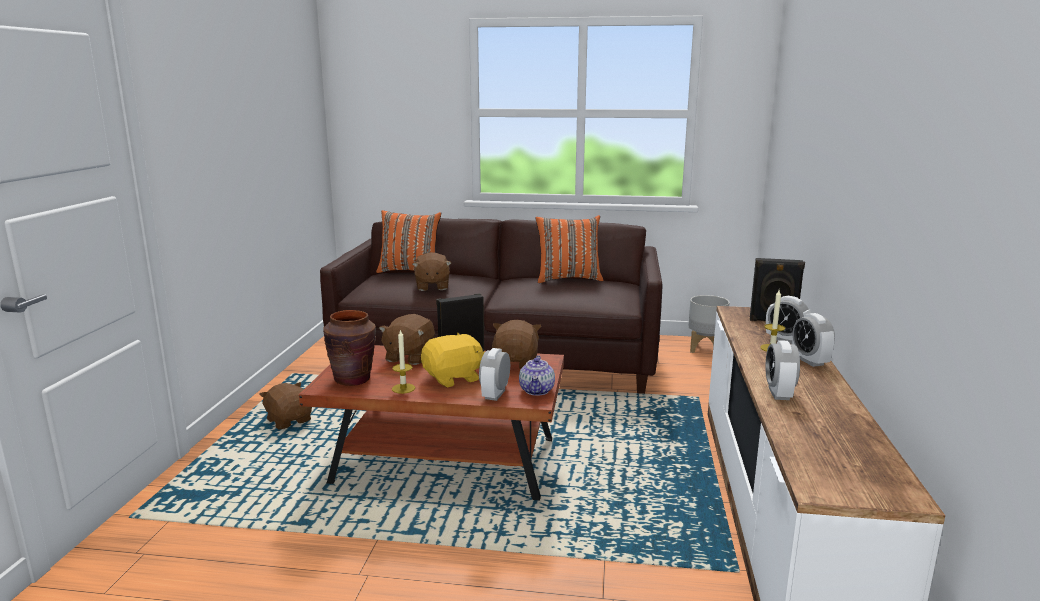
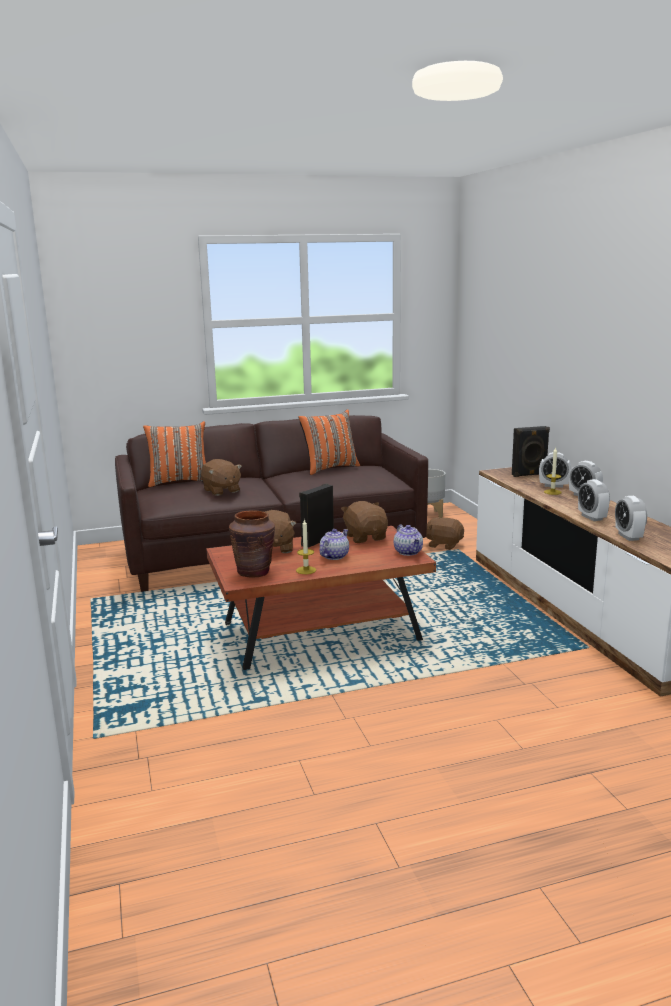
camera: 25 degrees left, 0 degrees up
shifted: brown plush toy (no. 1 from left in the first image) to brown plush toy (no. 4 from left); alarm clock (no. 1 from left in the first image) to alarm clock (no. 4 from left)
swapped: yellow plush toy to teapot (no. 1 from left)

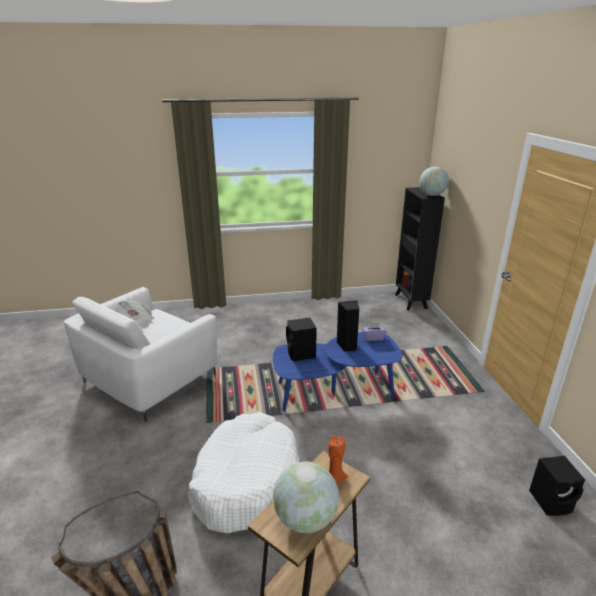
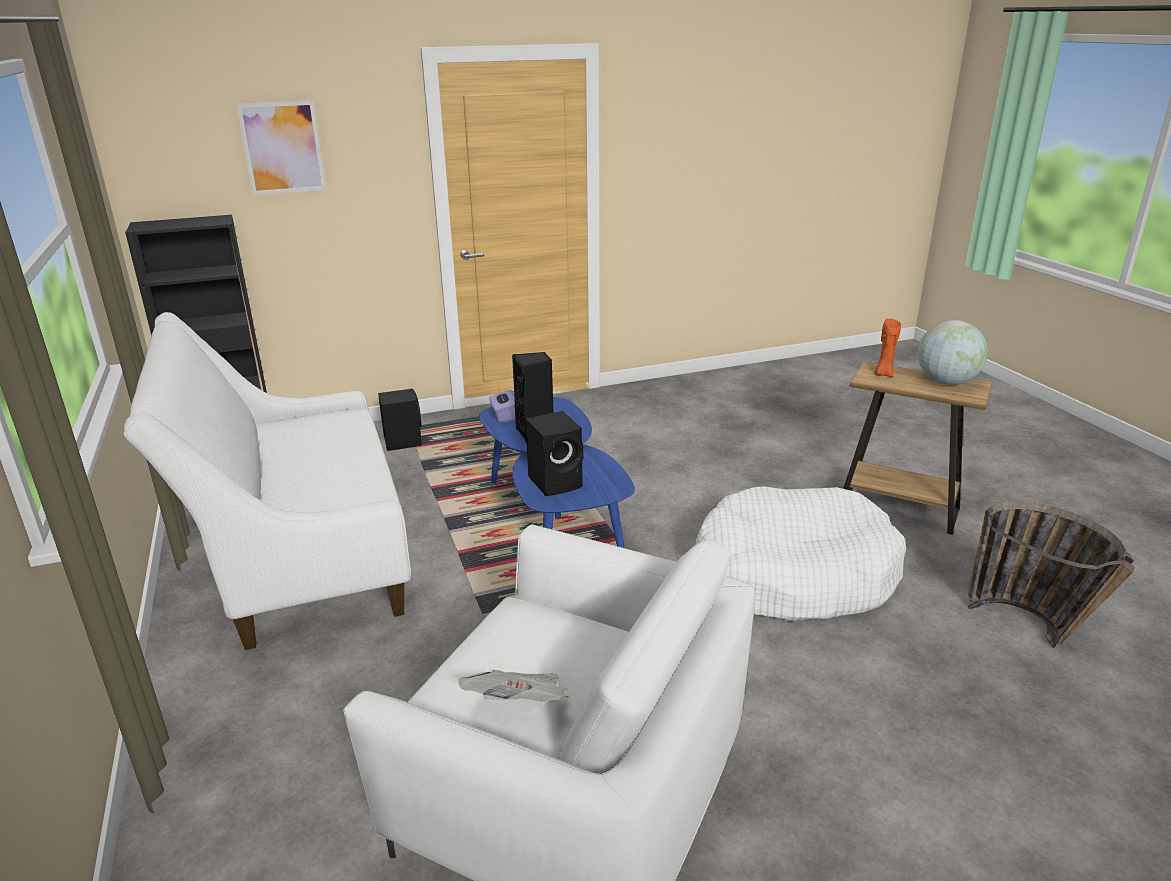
camera: 100 degrees left, 0 degrees up
gone: globe (no. 2 from left)
new: white sofa; picture
shifted: black speaker (no. 3 from left in the first image) to black speaker (no. 1 from left)

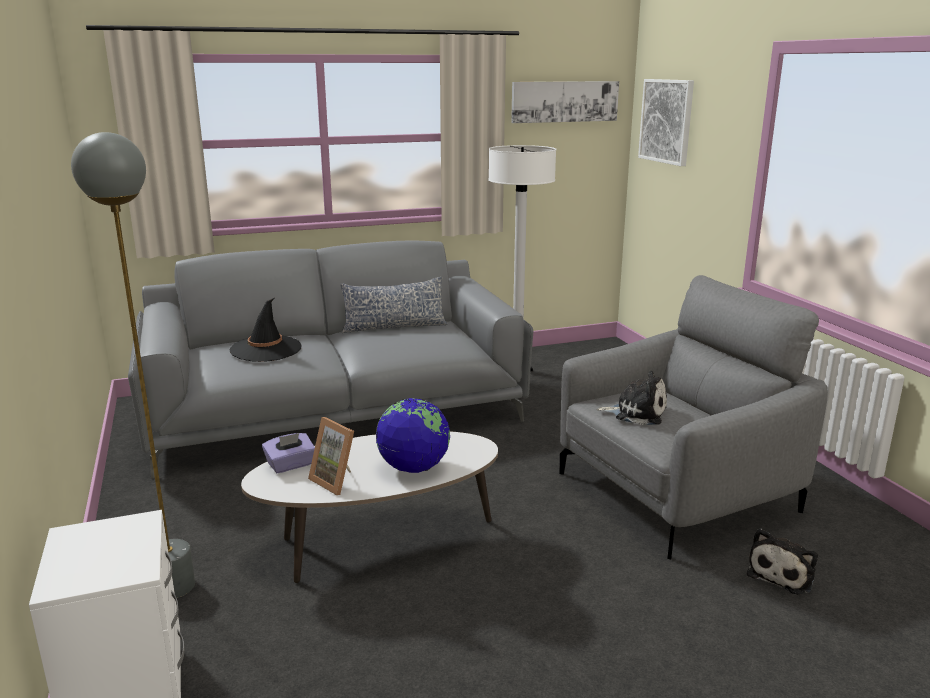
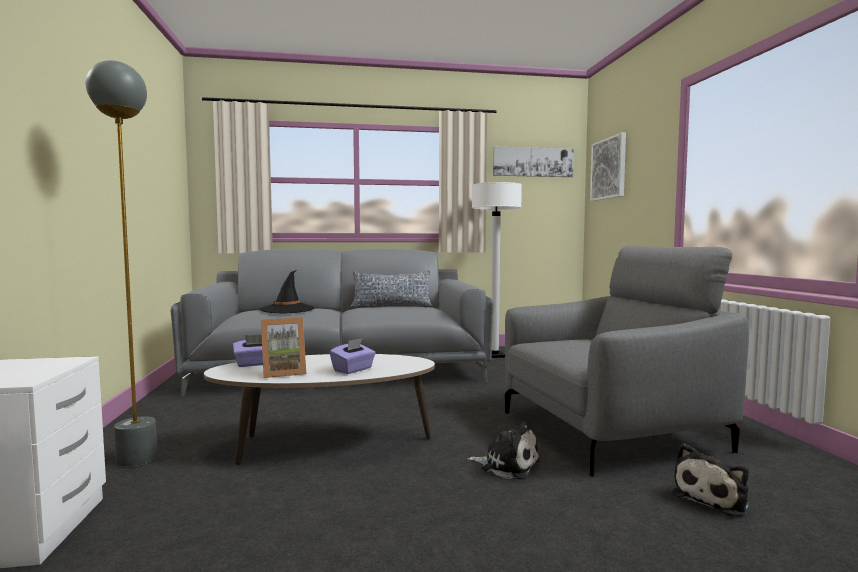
camera: 10 degrees right, 15 degrees down
shifted: plush toy (no. 1 from left)
swapped: globe to purple tissue box (no. 2 from left)
rotated: picture frame 75 degrees counterclockwise

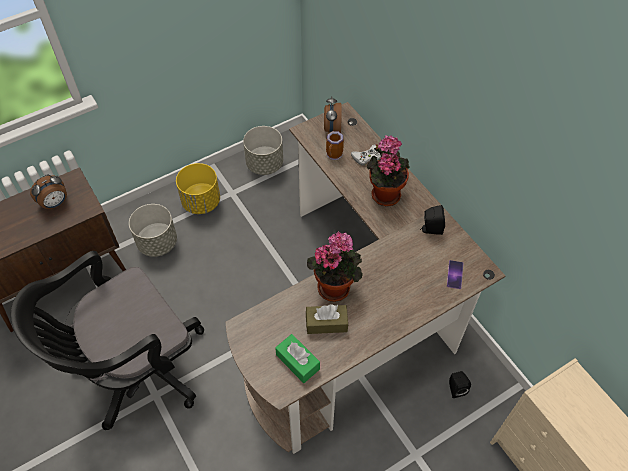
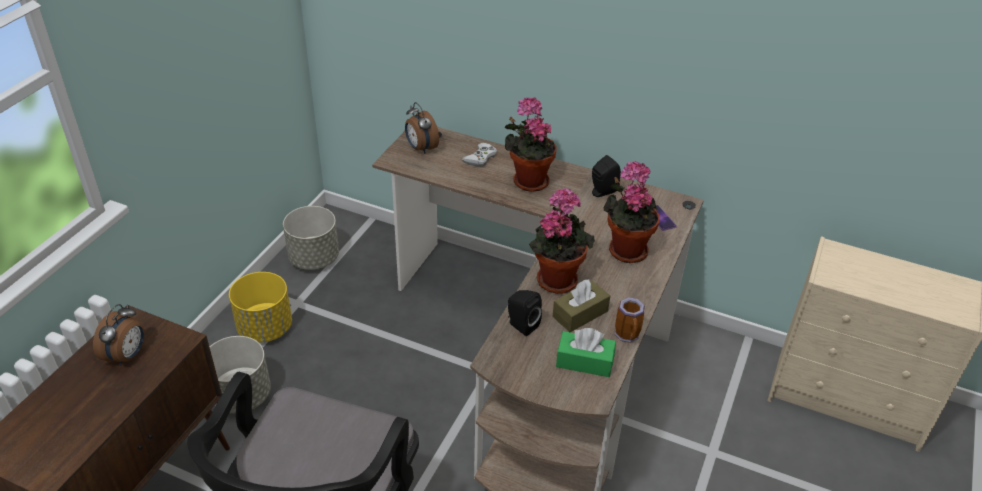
camera: 35 degrees left, 15 degrees down
new: potted plant (no. 3 from left)
shifted: mug; black speaker (no. 2 from left in the first image) to black speaker (no. 1 from left)

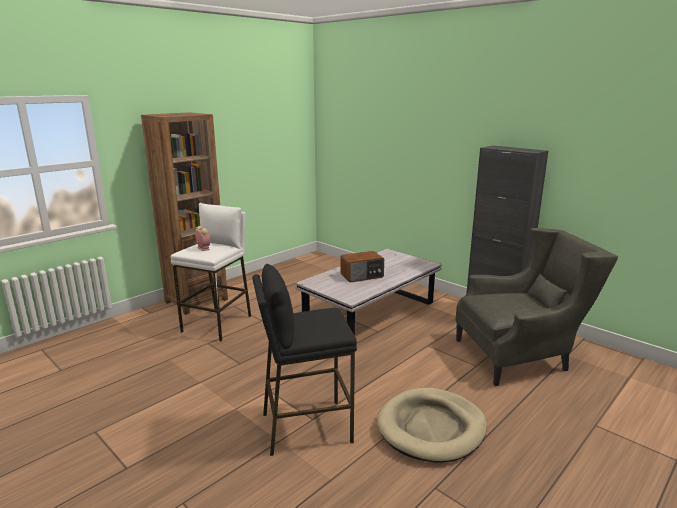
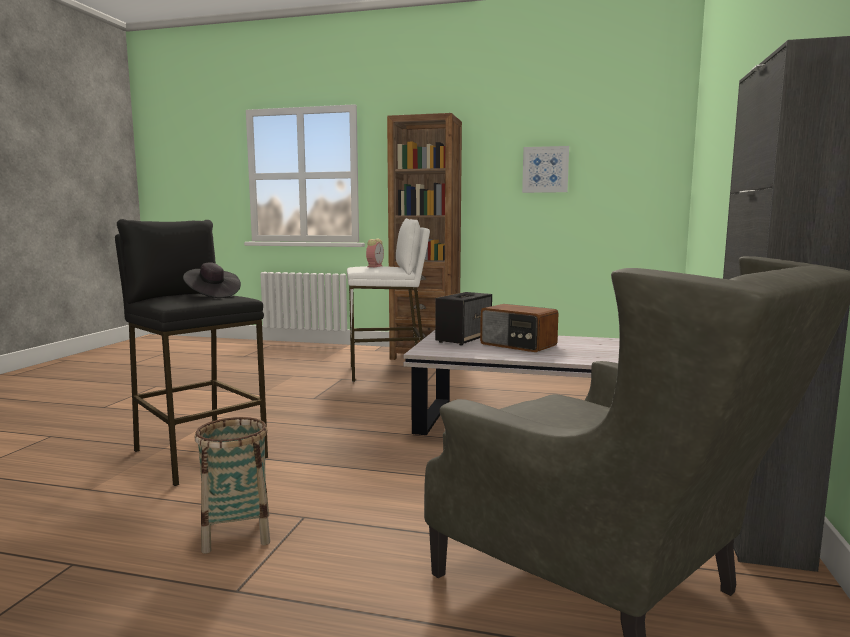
camera: 60 degrees right, 10 degrees down
new: black hat; speaker; picture
swapped: beige dog bed to basket

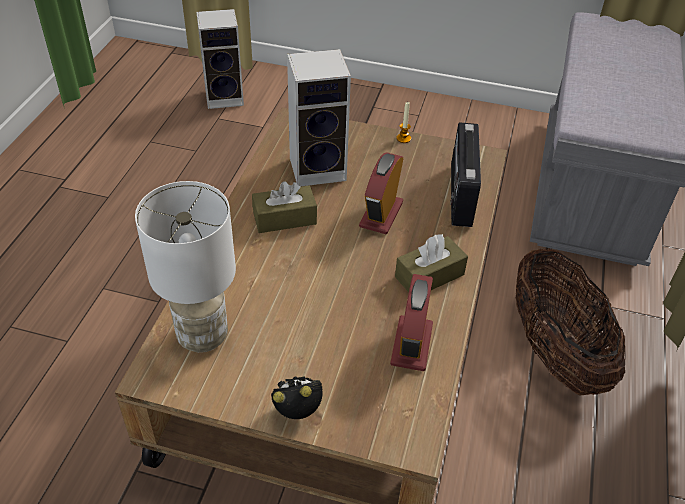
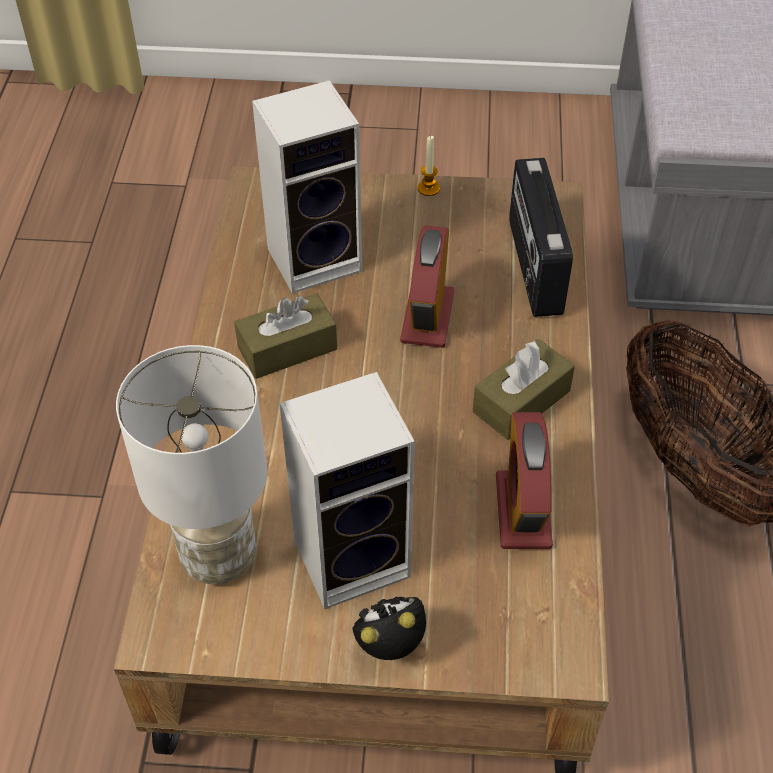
camera: 10 degrees left, 5 degrees up
shifted: speaker (no. 1 from left in the first image) to speaker (no. 2 from left)

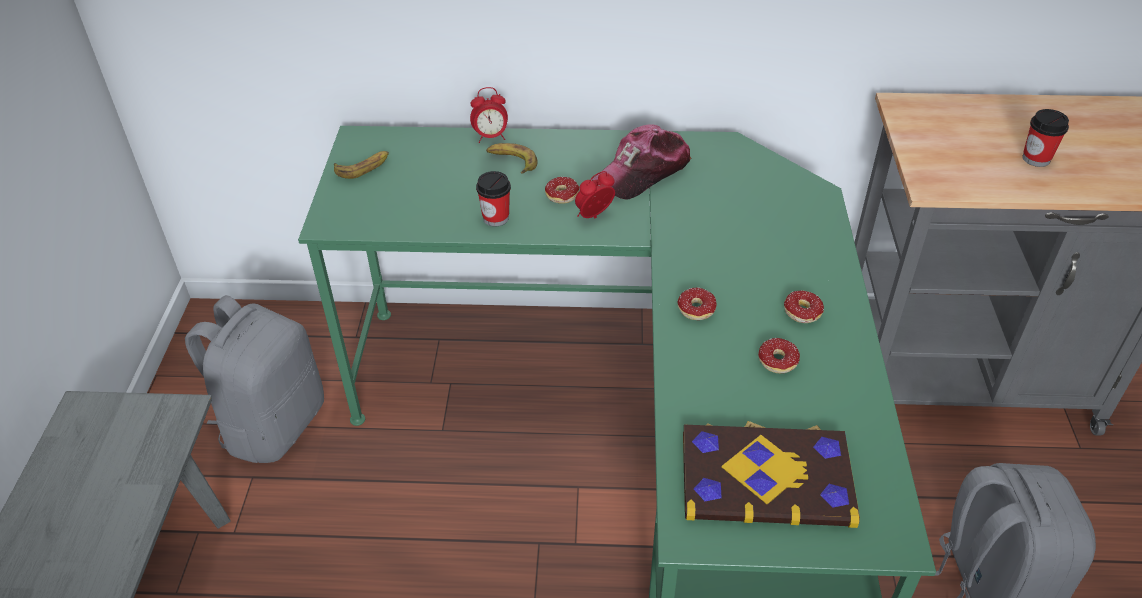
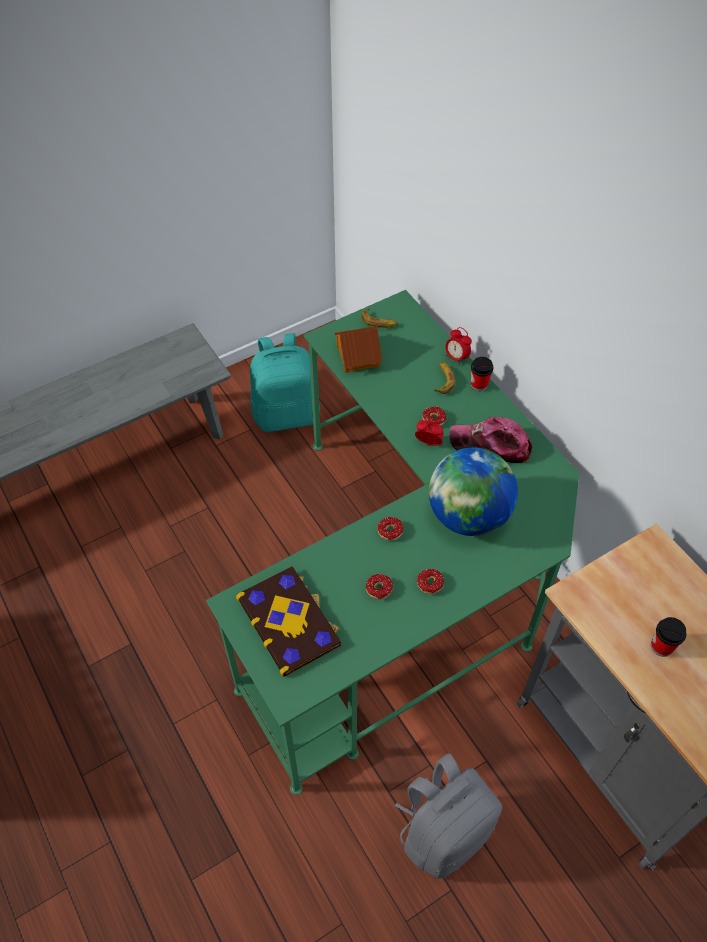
camera: 55 degrees right, 10 degrees up
new: toy house; globe
shifted: cup (no. 1 from left)
repainted: grey backpack (no. 1 from left) to turquoise backpack

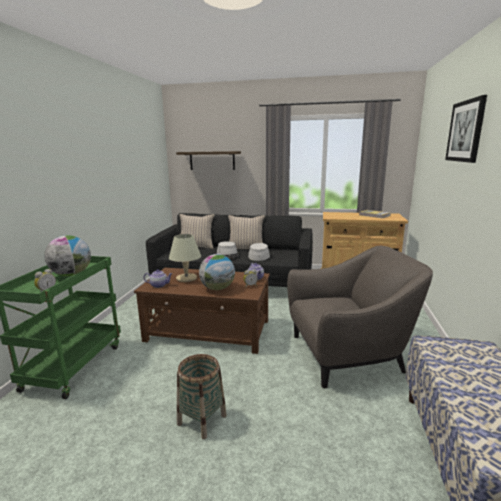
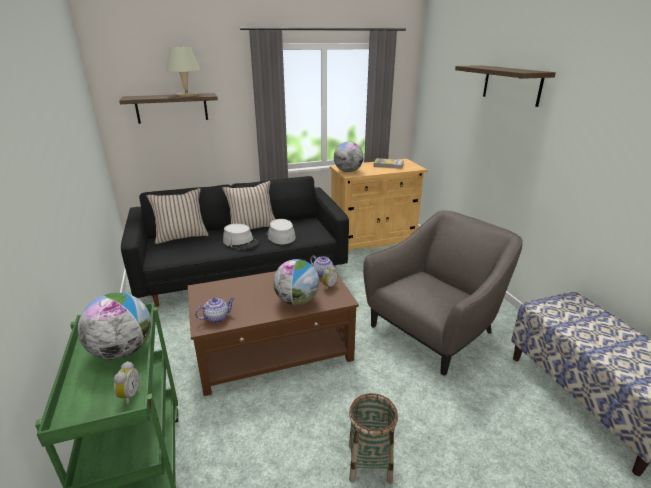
camera: 30 degrees left, 10 degrees up
new: globe (no. 3 from left)
shifted: beige table lamp
swapped: picture to shelf (no. 2 from left)

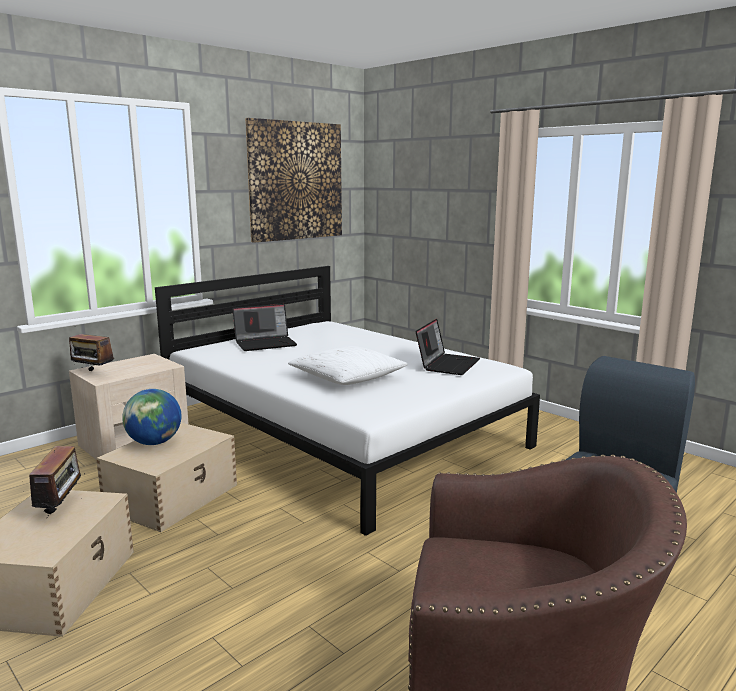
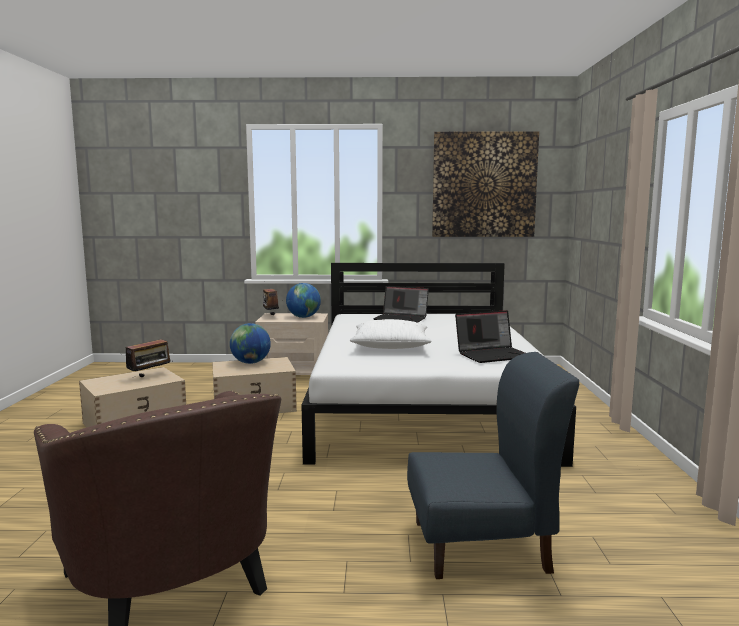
camera: 45 degrees right, 5 degrees down
new: globe (no. 2 from left)

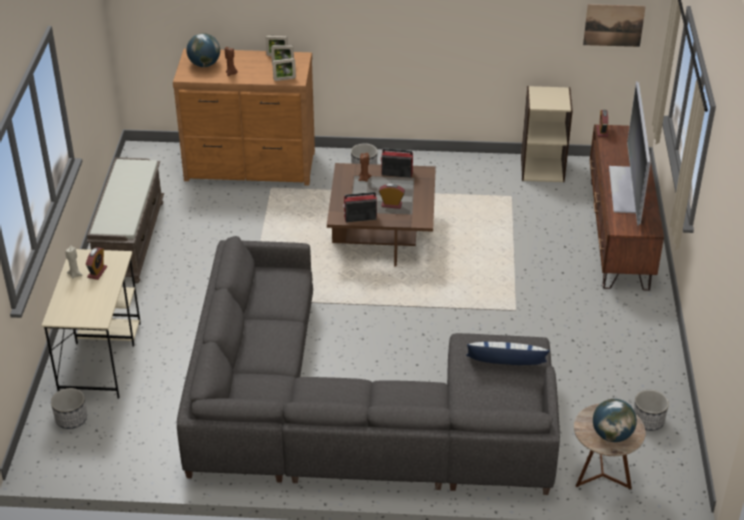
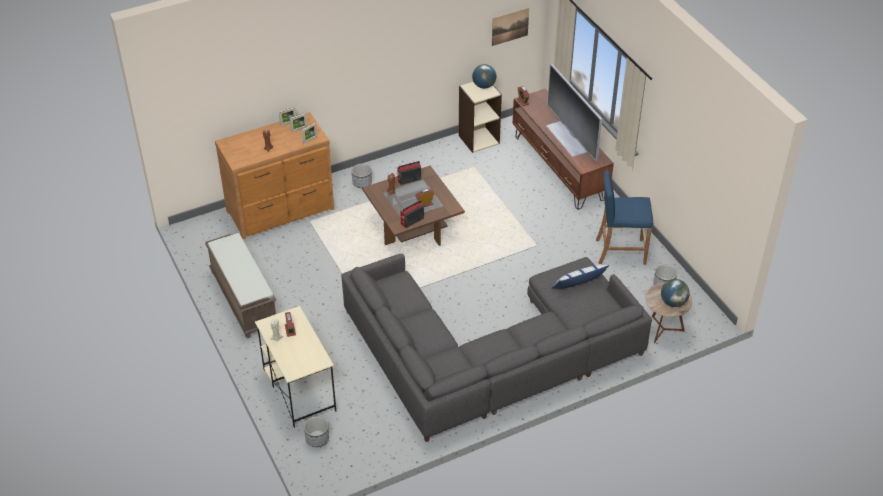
camera: 30 degrees left, 5 degrees up
new: blue stool
shifted: globe (no. 1 from left)

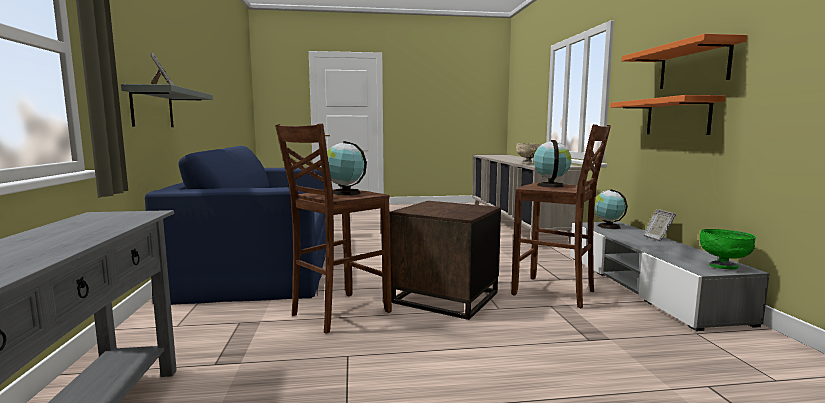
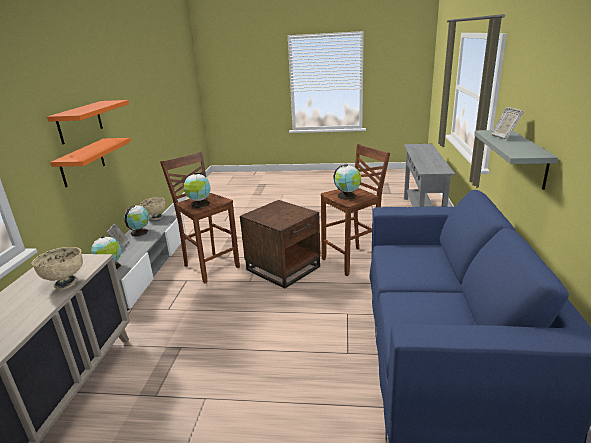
camera: 165 degrees left, 15 degrees up
new: globe (no. 2 from left)
repainted: green bowl to beige bowl (no. 2 from left)

